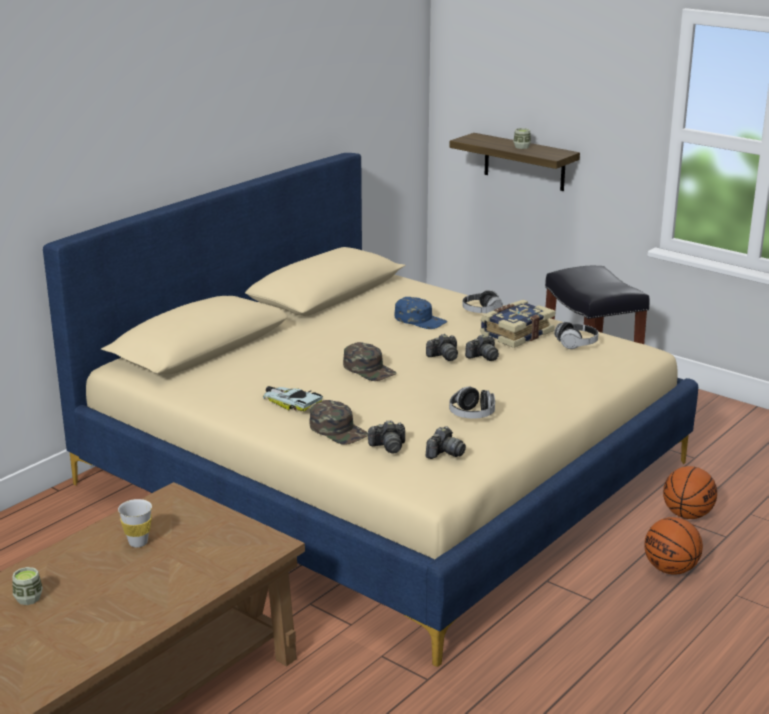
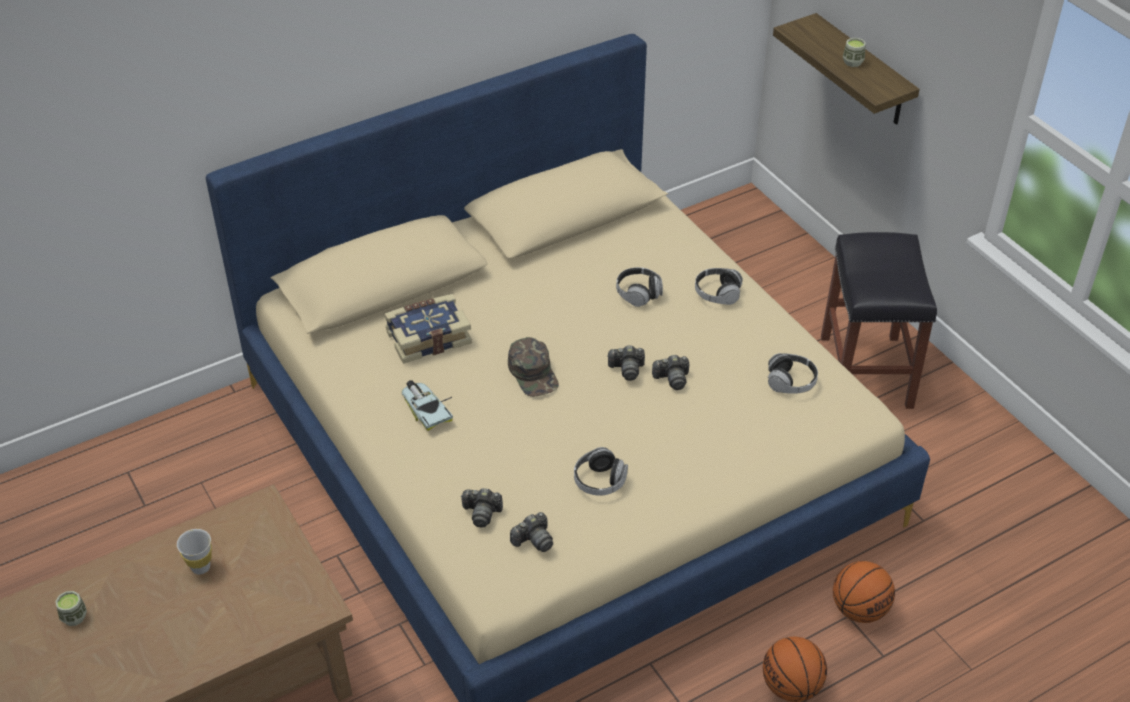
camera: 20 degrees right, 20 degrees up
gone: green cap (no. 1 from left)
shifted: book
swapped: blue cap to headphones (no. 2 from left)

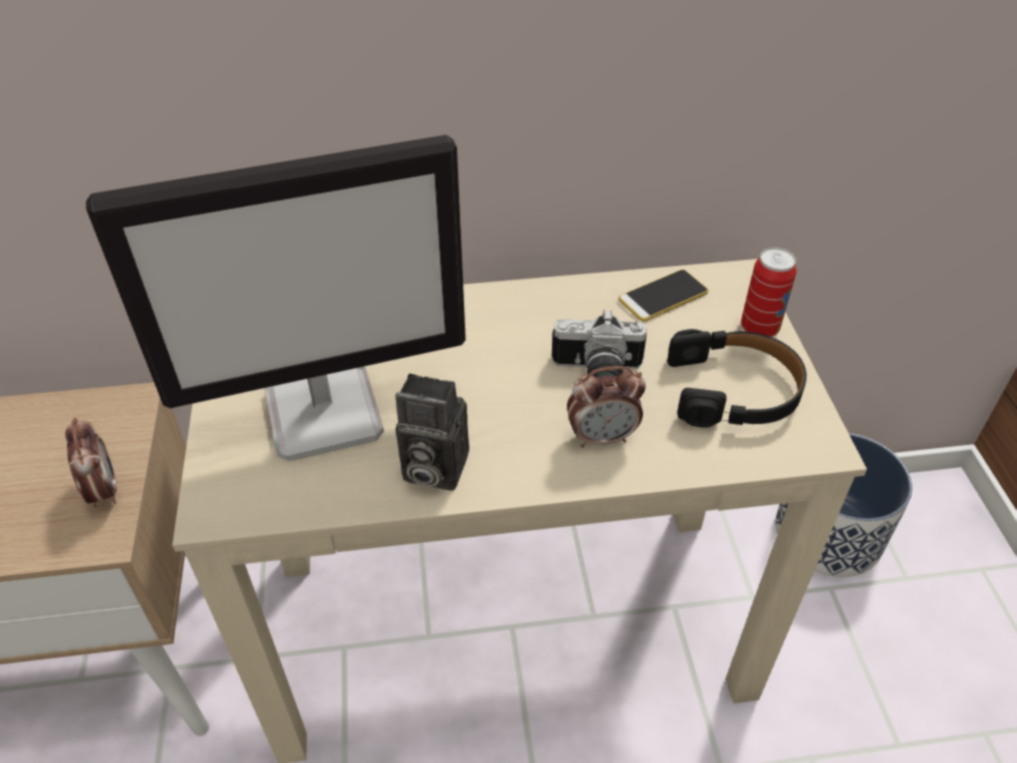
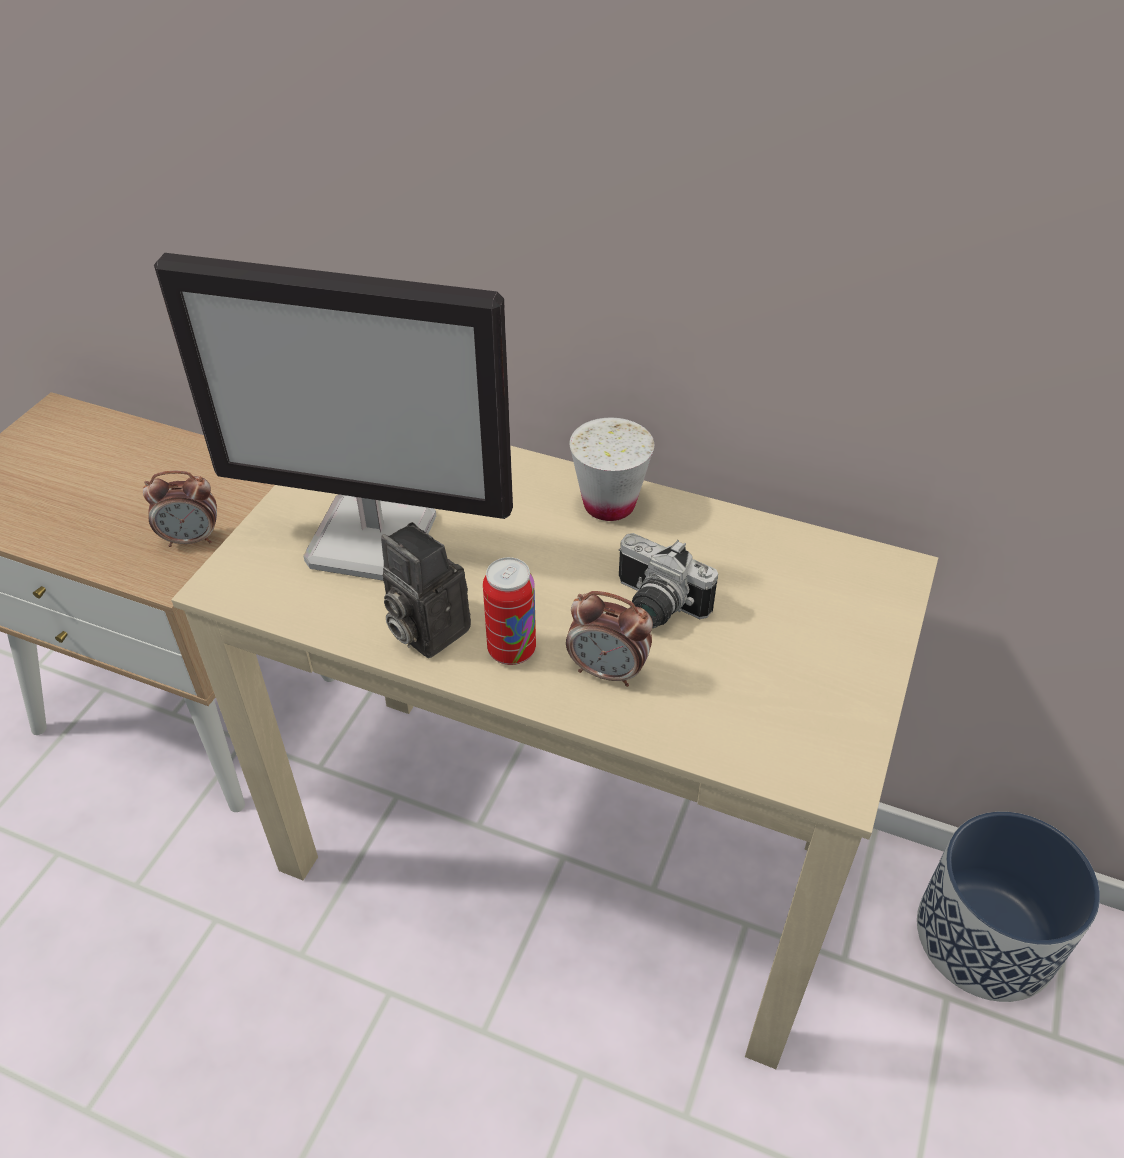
camera: 30 degrees right, 0 degrees up
gone: phone; black headphones
new: white cup
shifted: can
rotated: alarm clock (no. 1 from left) 75 degrees clockwise

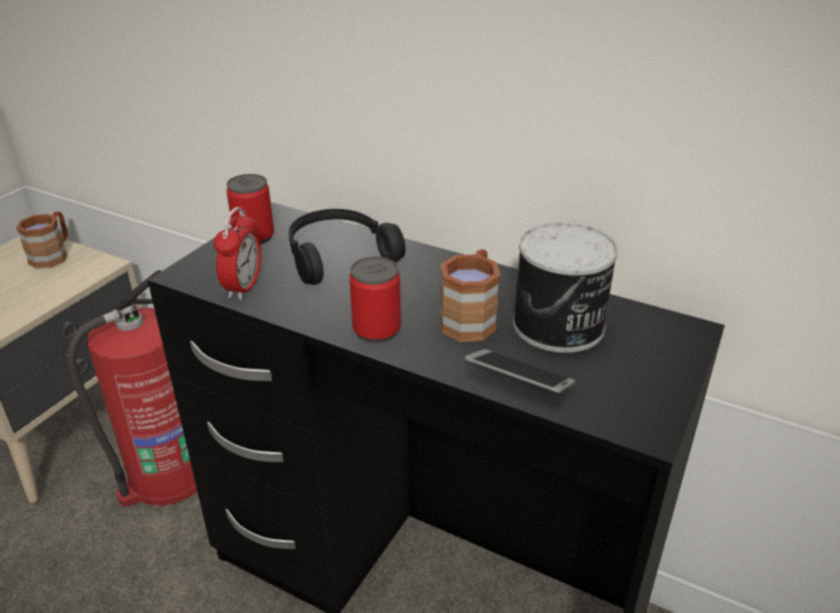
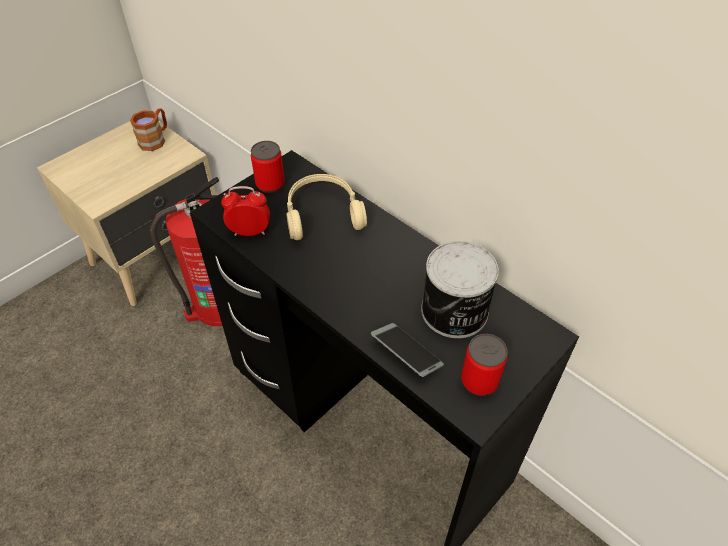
camera: 15 degrees right, 15 degrees up
gone: brown mug (no. 2 from left)
shifted: can (no. 2 from left in the first image) to can (no. 3 from left)
repainted: black headphones to beige headphones
rotated: alarm clock 120 degrees counterclockwise

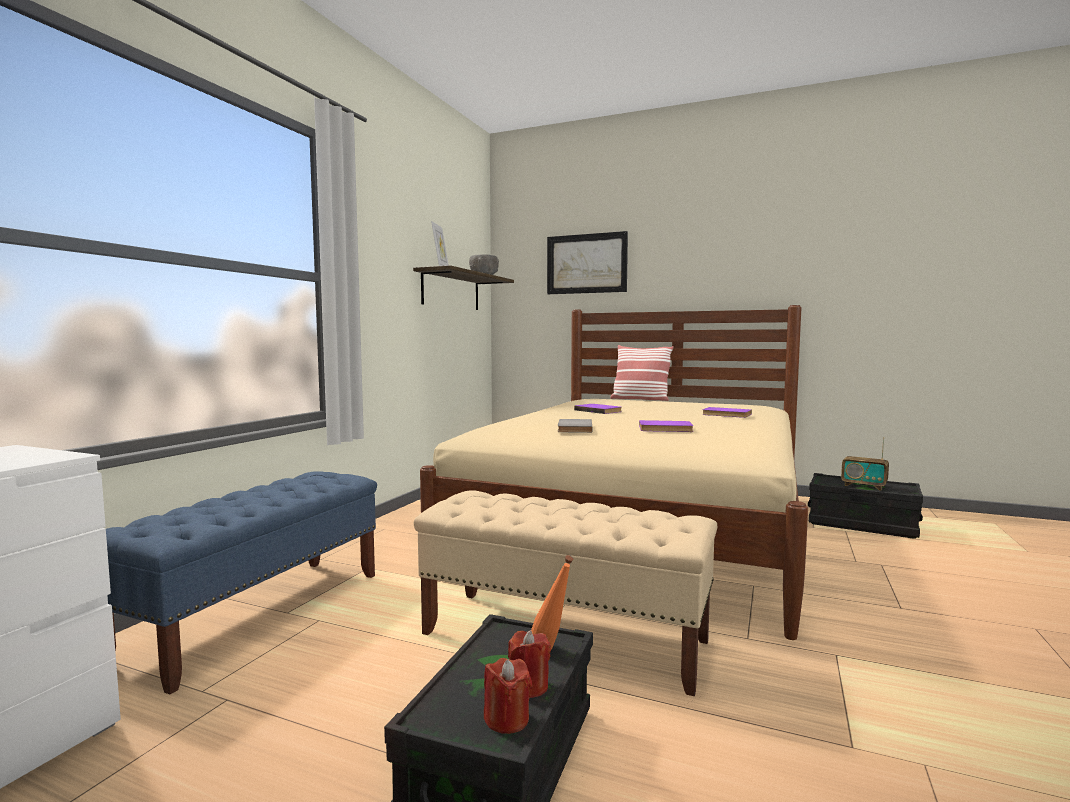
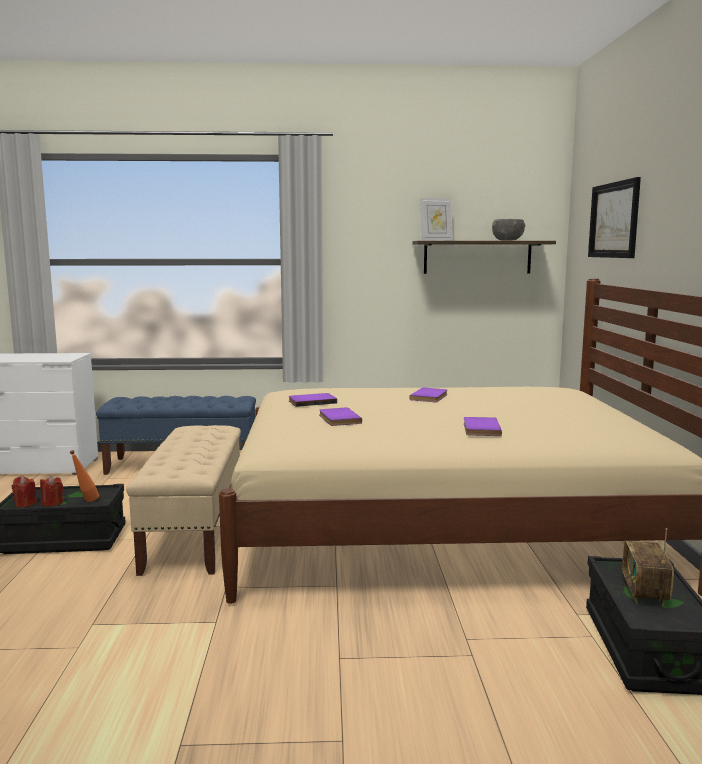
camera: 65 degrees right, 5 degrees up
gone: pillow
repainted: grey book to purple book (no. 1 from left)

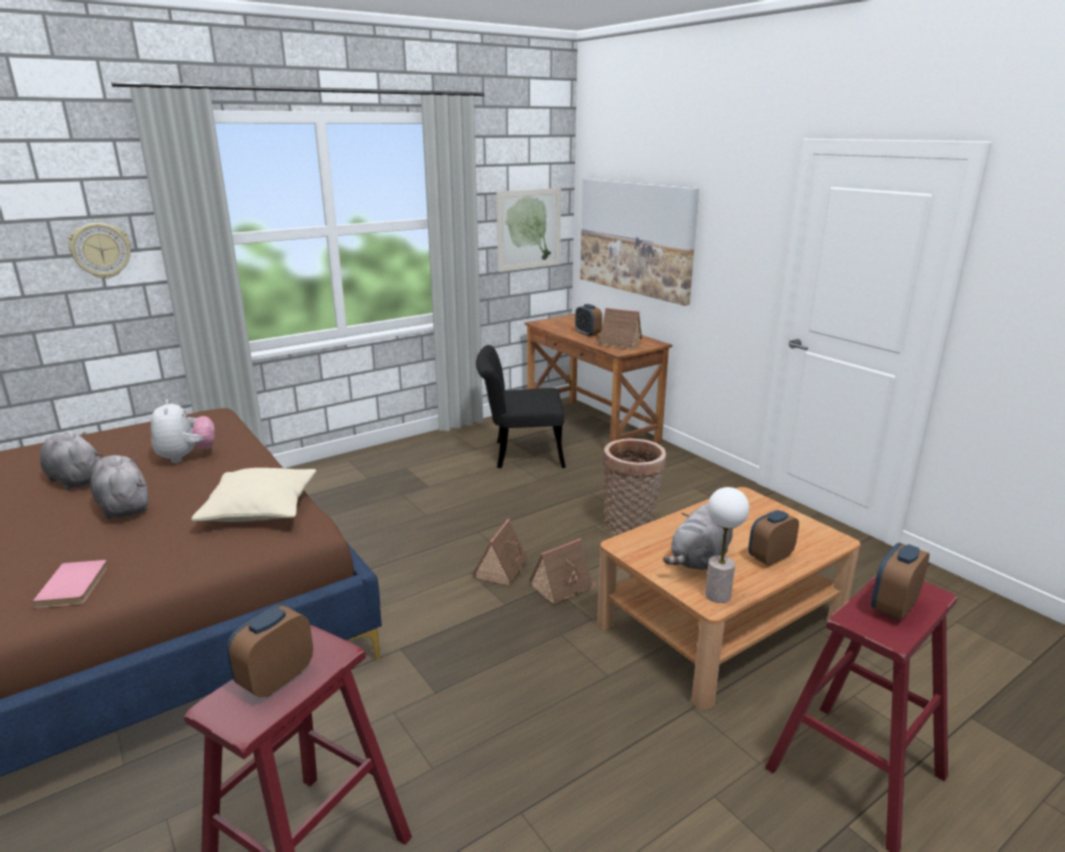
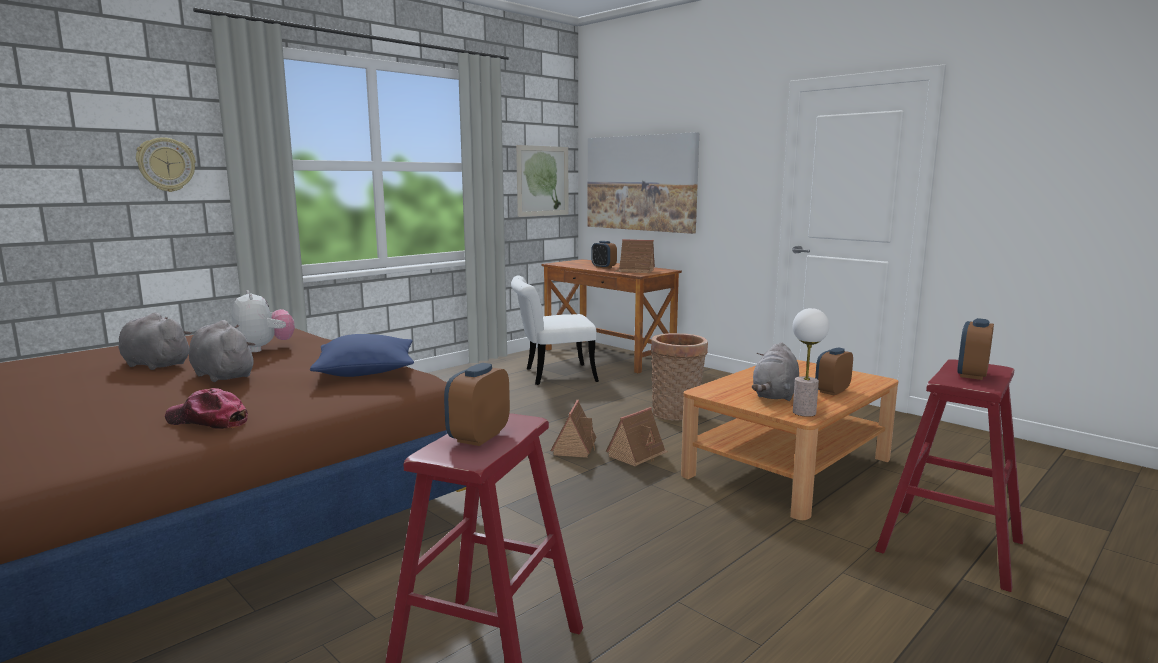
camera: 10 degrees left, 10 degrees down
swapped: pink book to cap
repainted: beige pillow to blue pillow; black chair to white chair

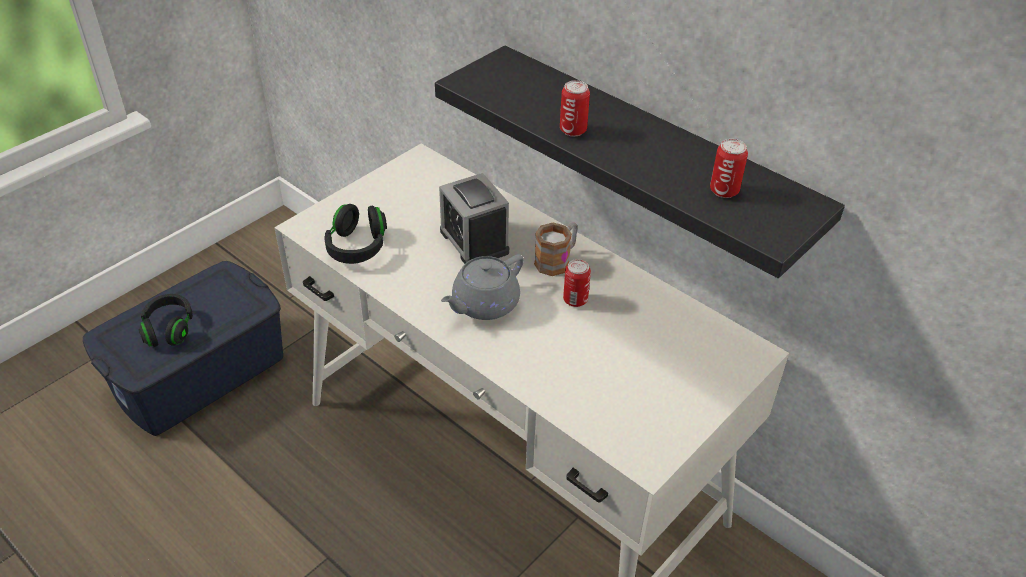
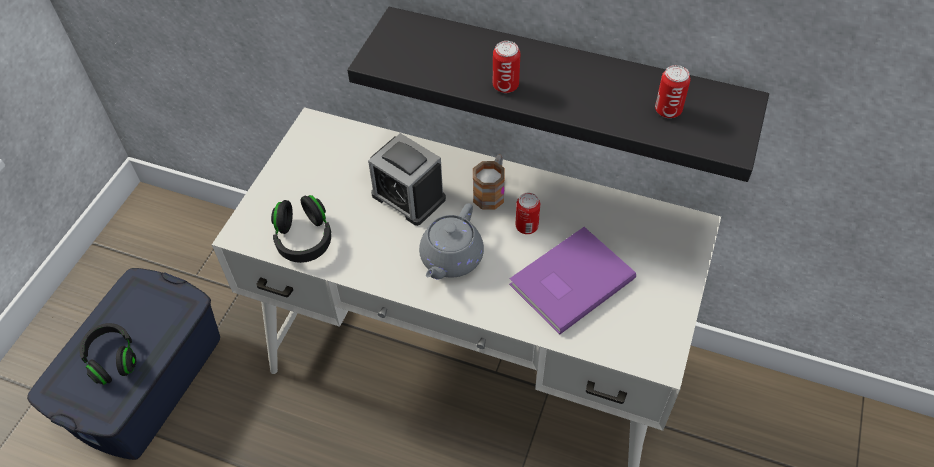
camera: 20 degrees left, 10 degrees up
new: purple book

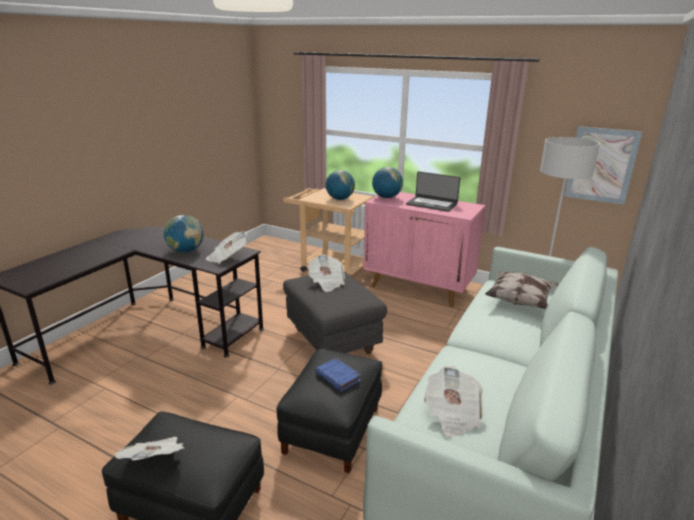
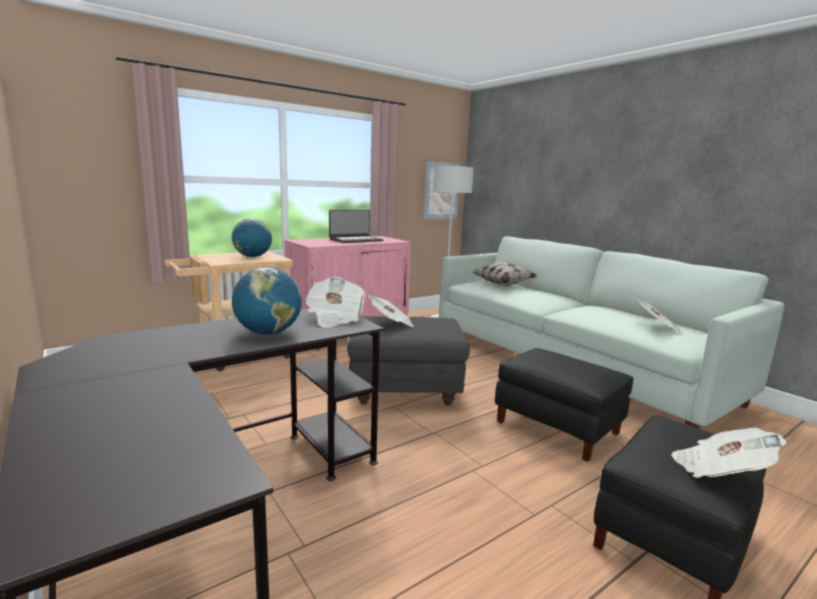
camera: 65 degrees left, 10 degrees down
gone: blue book; globe (no. 3 from left)

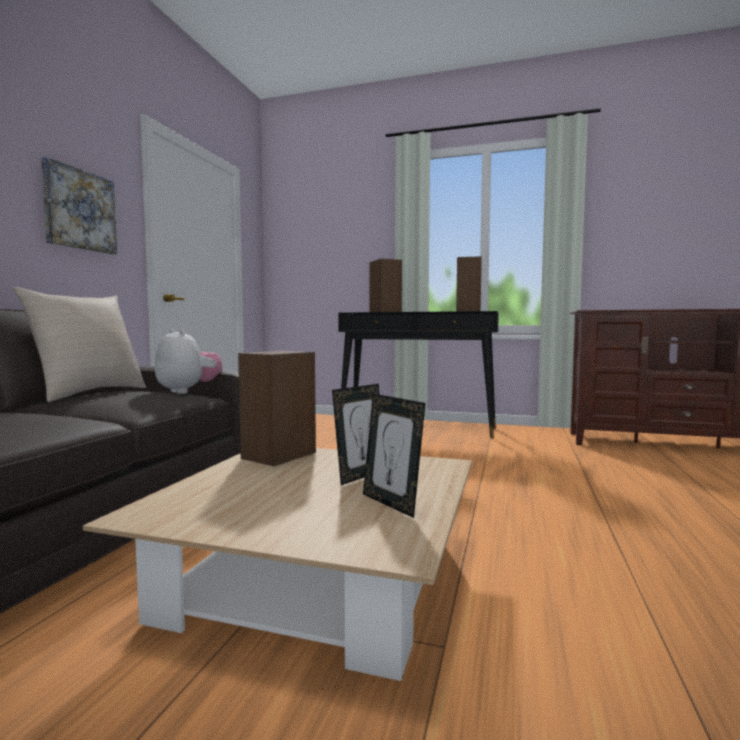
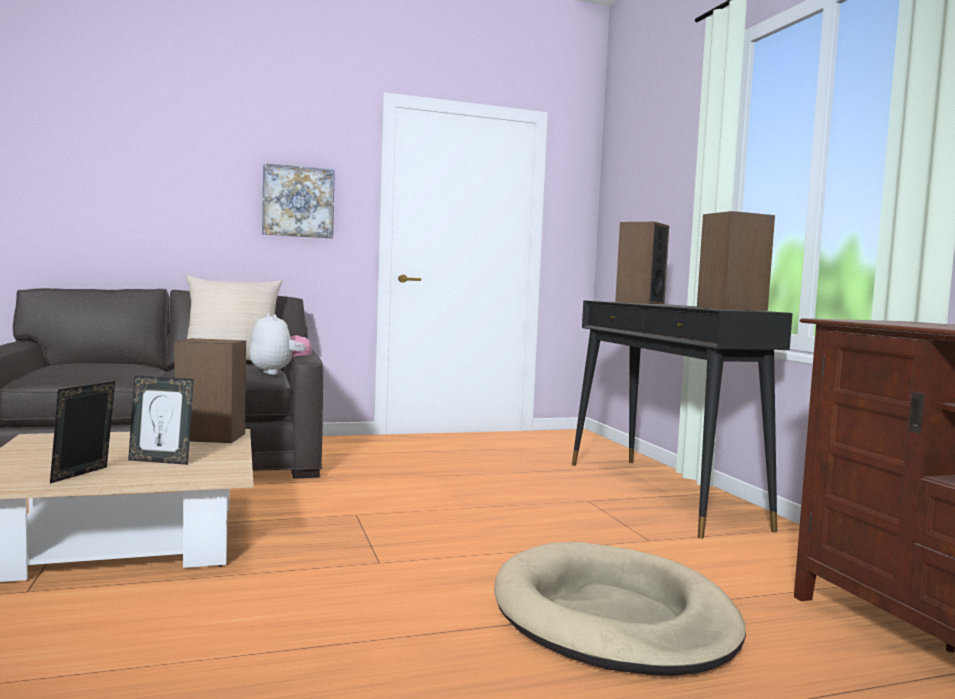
camera: 55 degrees right, 0 degrees up
new: beige dog bed
rotated: plush toy 45 degrees counterclockwise

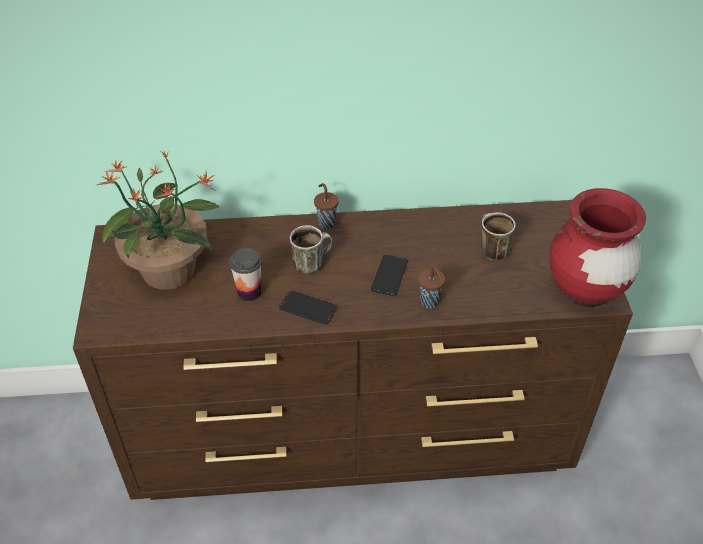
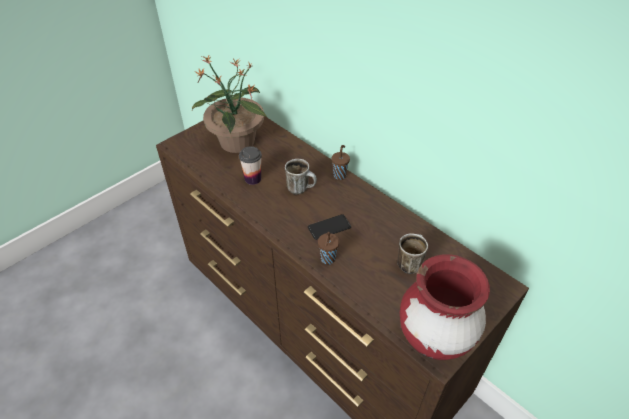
camera: 50 degrees right, 0 degrees up
gone: phone (no. 1 from left)

